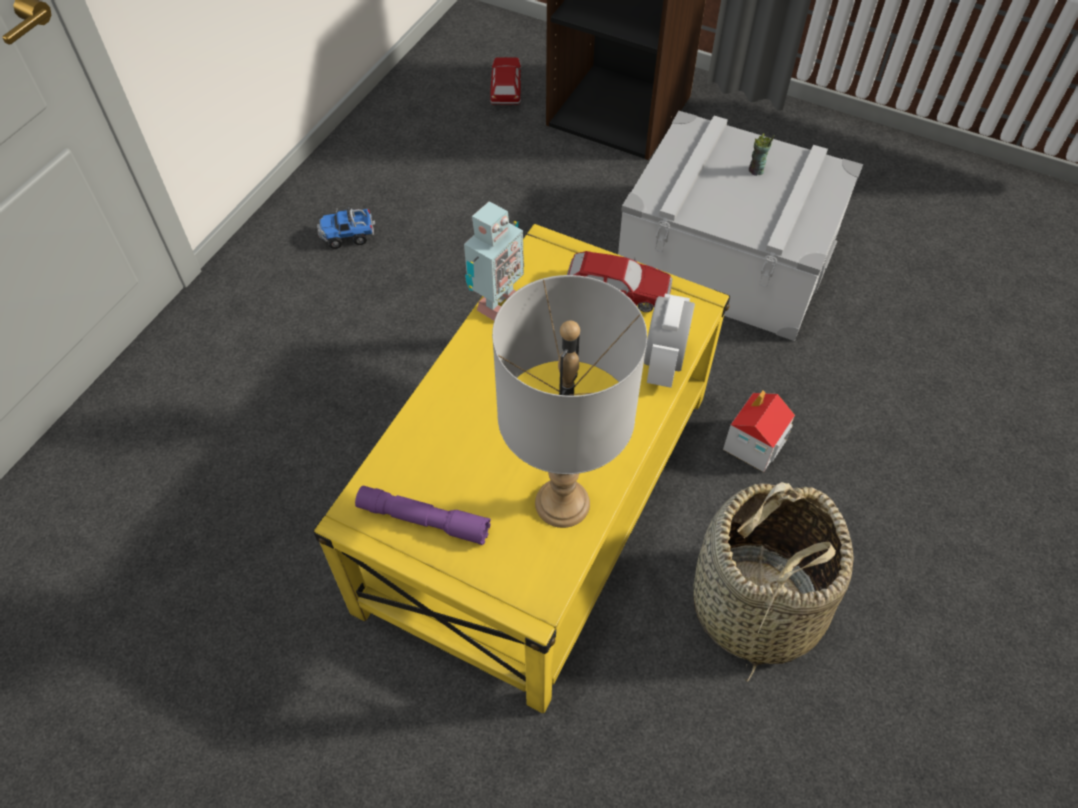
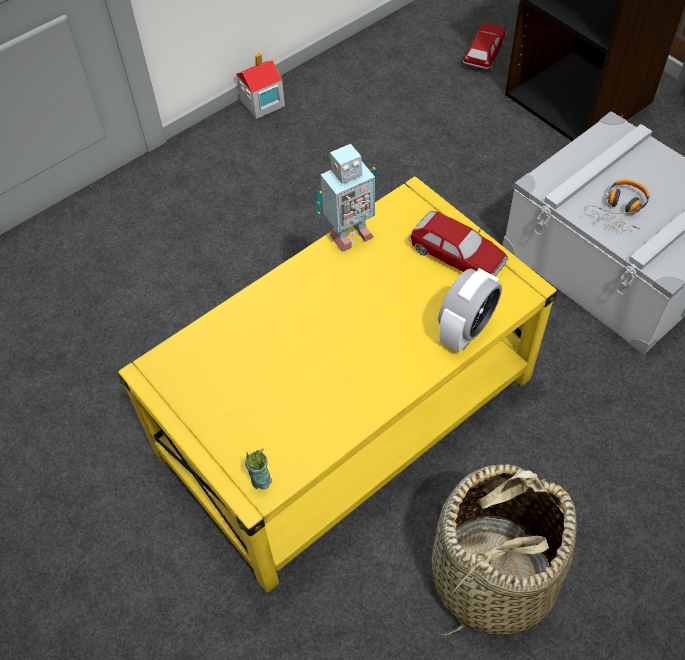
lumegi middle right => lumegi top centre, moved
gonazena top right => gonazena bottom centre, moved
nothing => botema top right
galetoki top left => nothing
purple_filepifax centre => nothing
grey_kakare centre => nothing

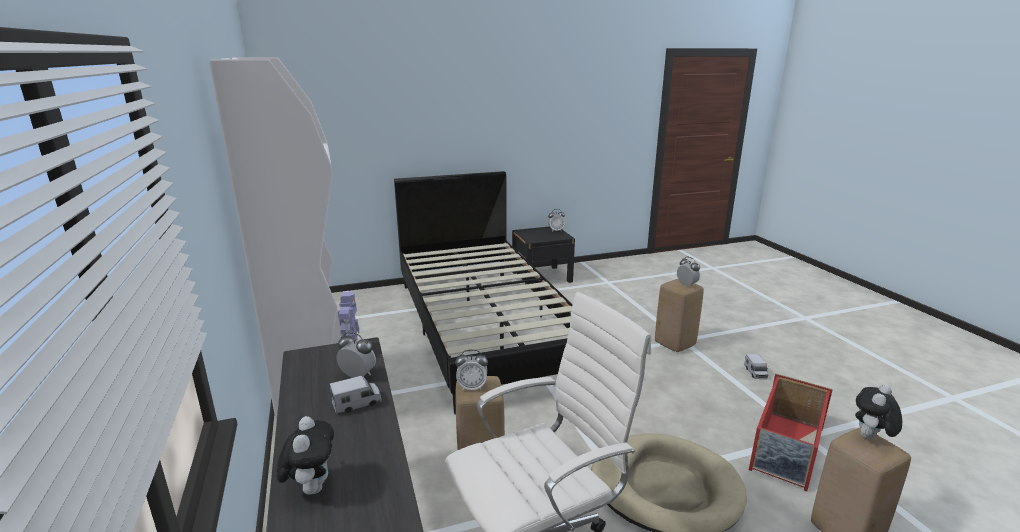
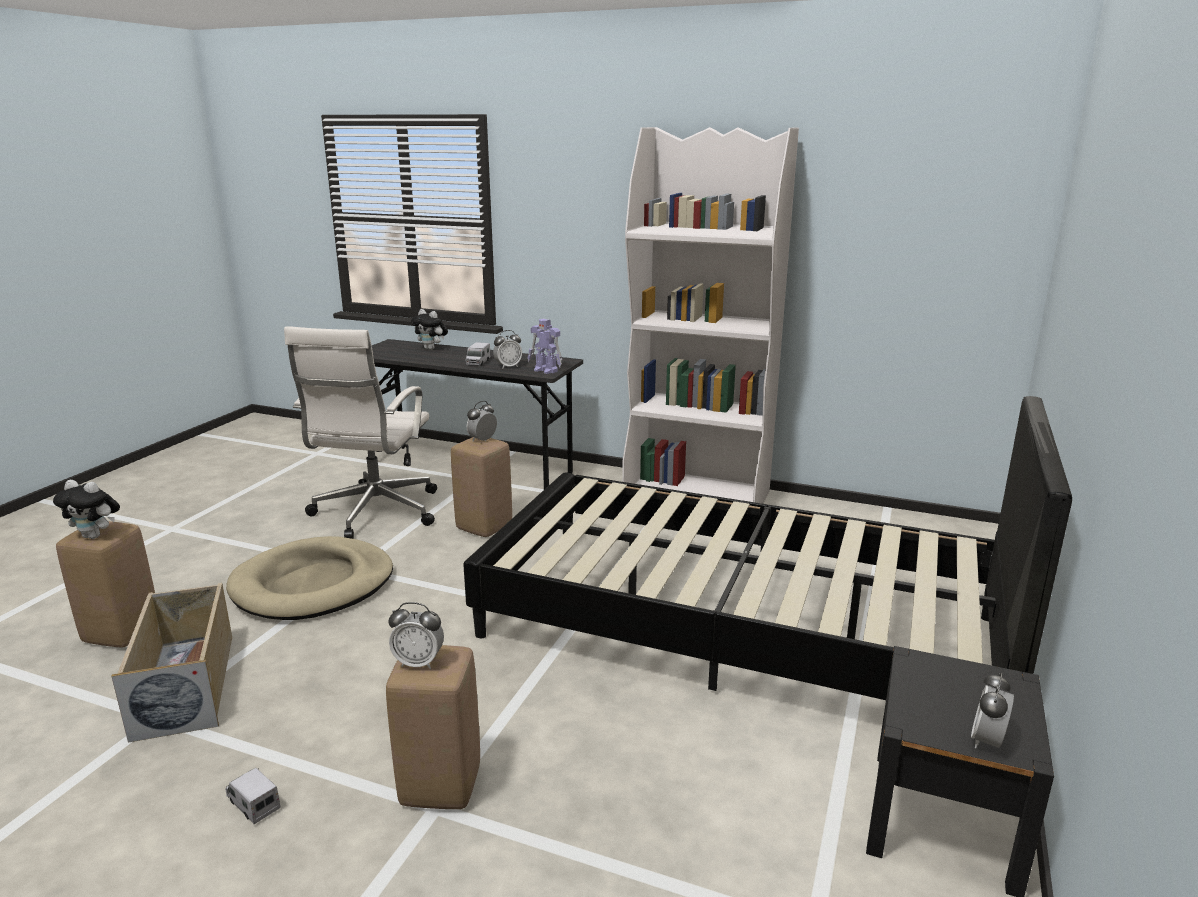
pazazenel (2nd from left in the first image) bottom right => pazazenel (1st from left) middle left, 105 degrees clockwise
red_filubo bottom right => beige_filubo bottom left

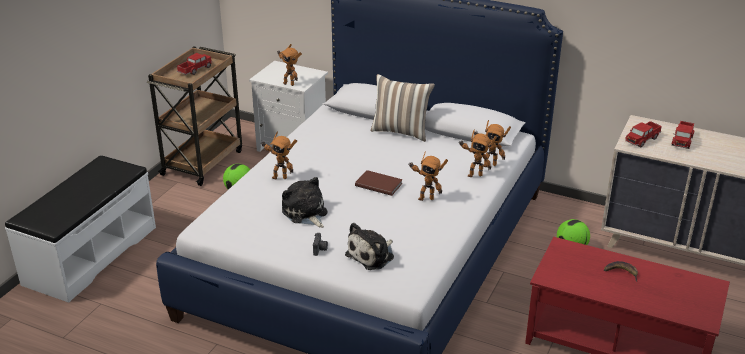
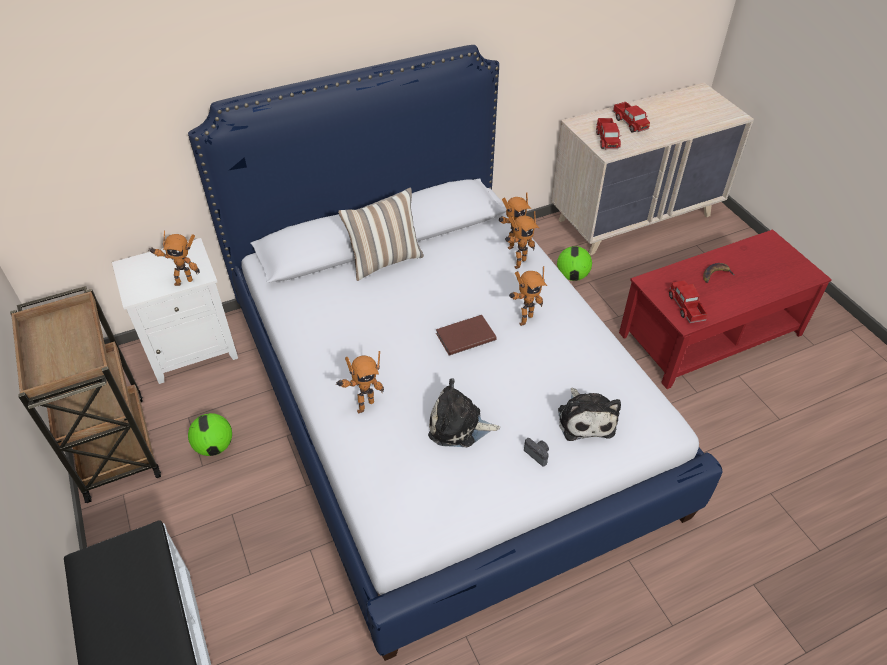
galetoki (1st from left in the first image) top left => galetoki (3rd from left) middle right, moved

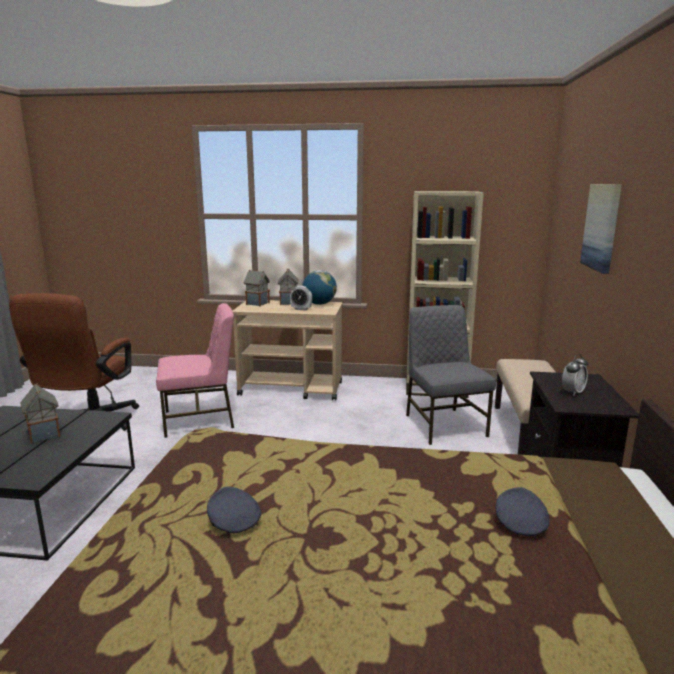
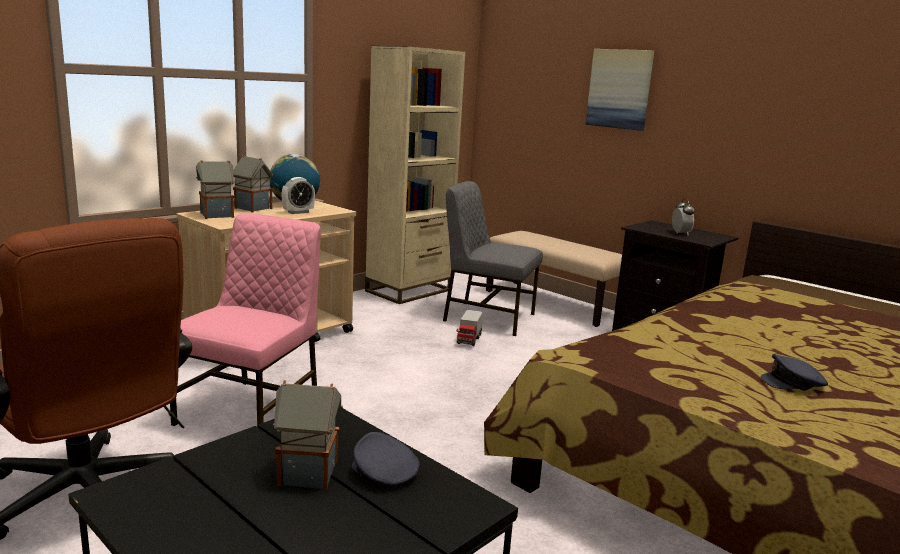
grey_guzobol (2nd from left in the first image) bottom right => grey_guzobol (1st from left) bottom centre, moved
nothing => galetoki centre

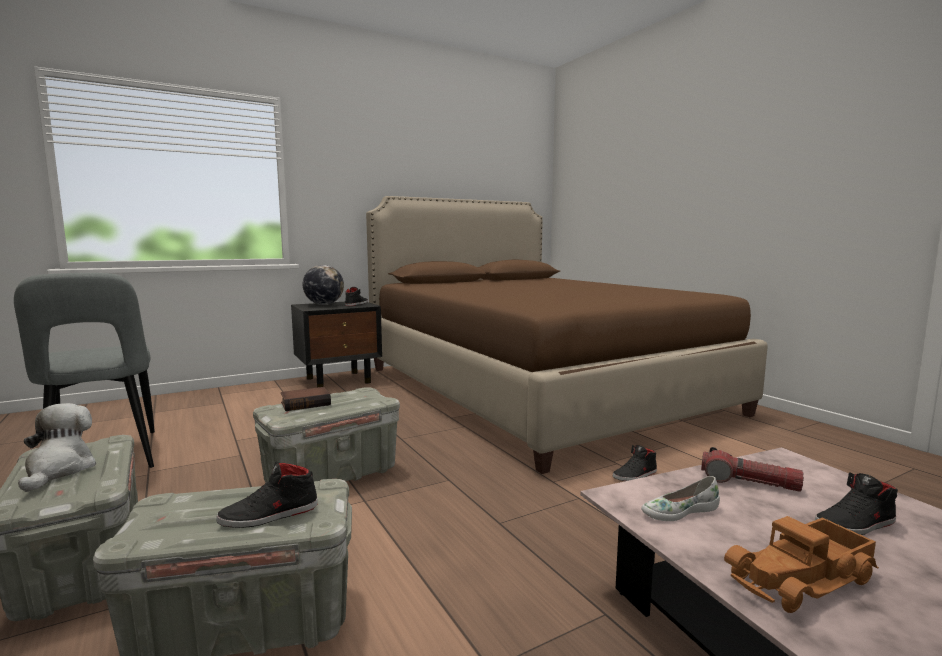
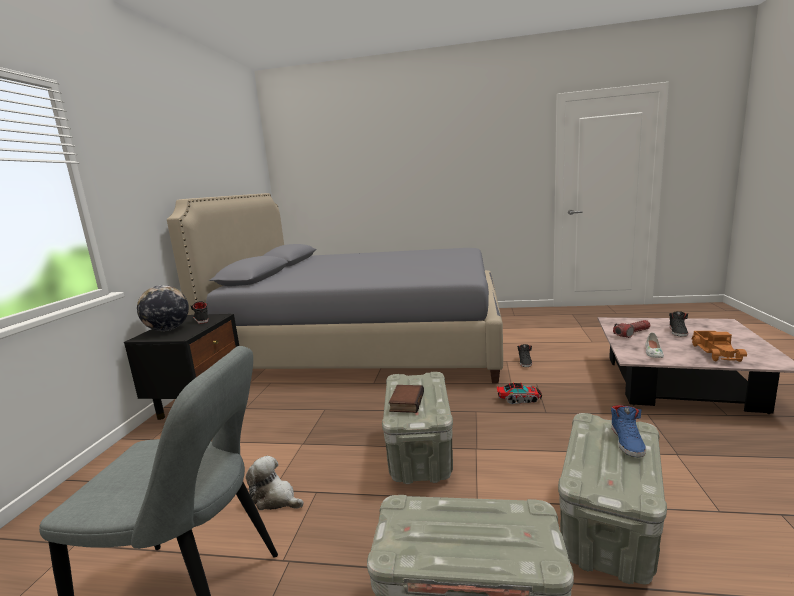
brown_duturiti centre => grey_duturiti centre
pazazenel bottom left => pazazenel bottom centre, moved
nothing => galetoki (1st from left) centre
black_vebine (1st from left) bottom left => blue_vebine bottom right

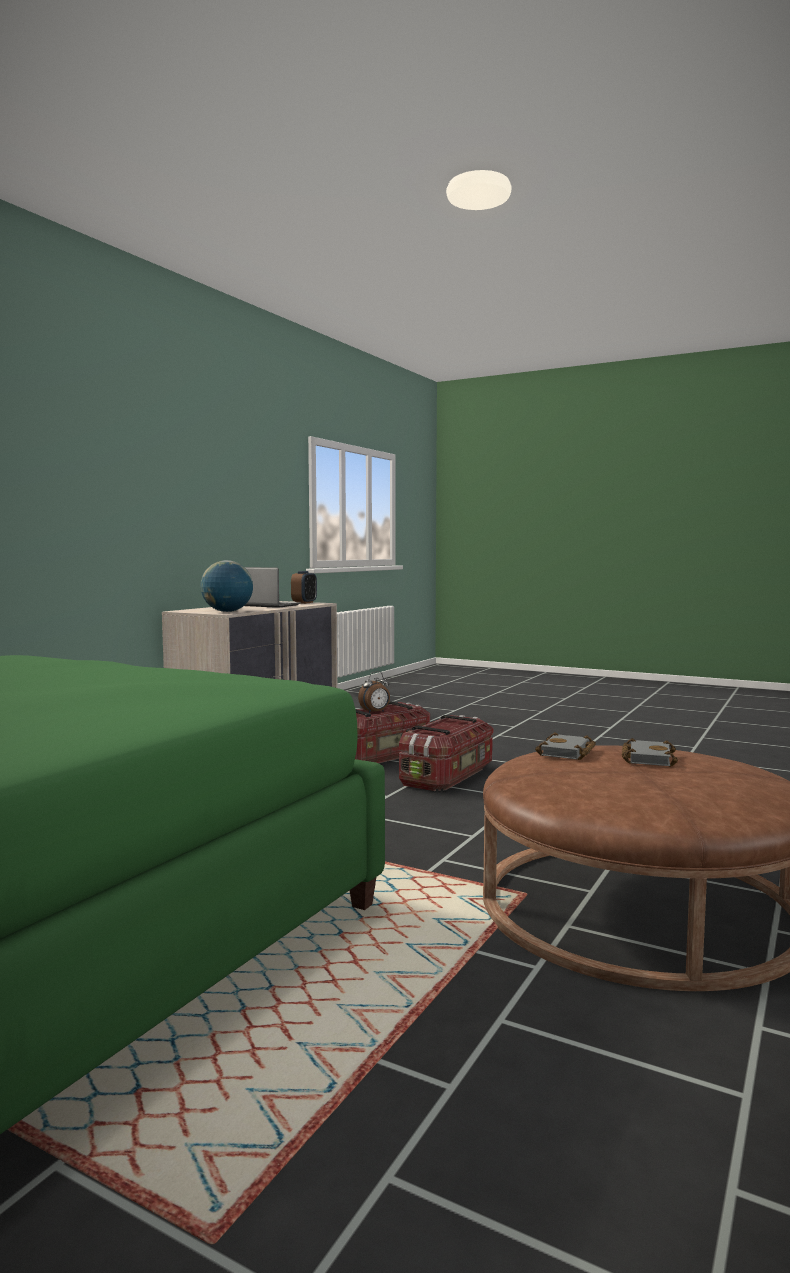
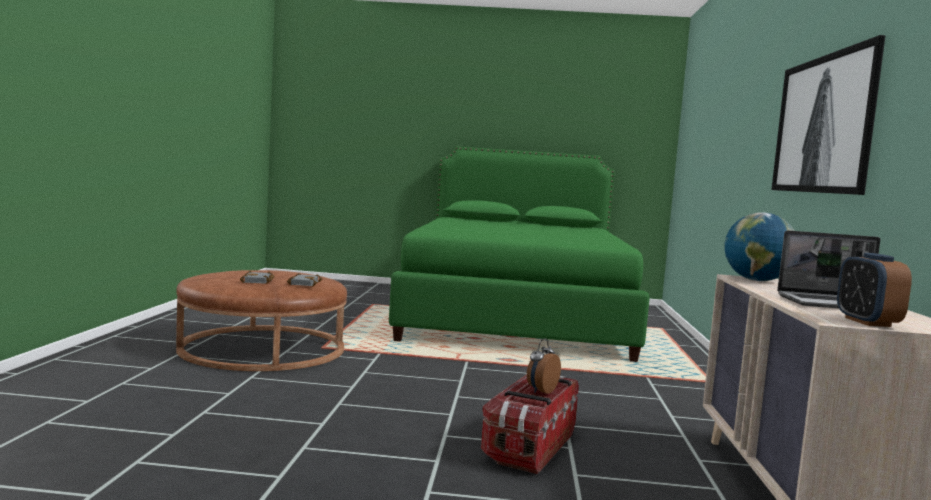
nothing => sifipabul top right
filubo (2nd from left) centre => nothing

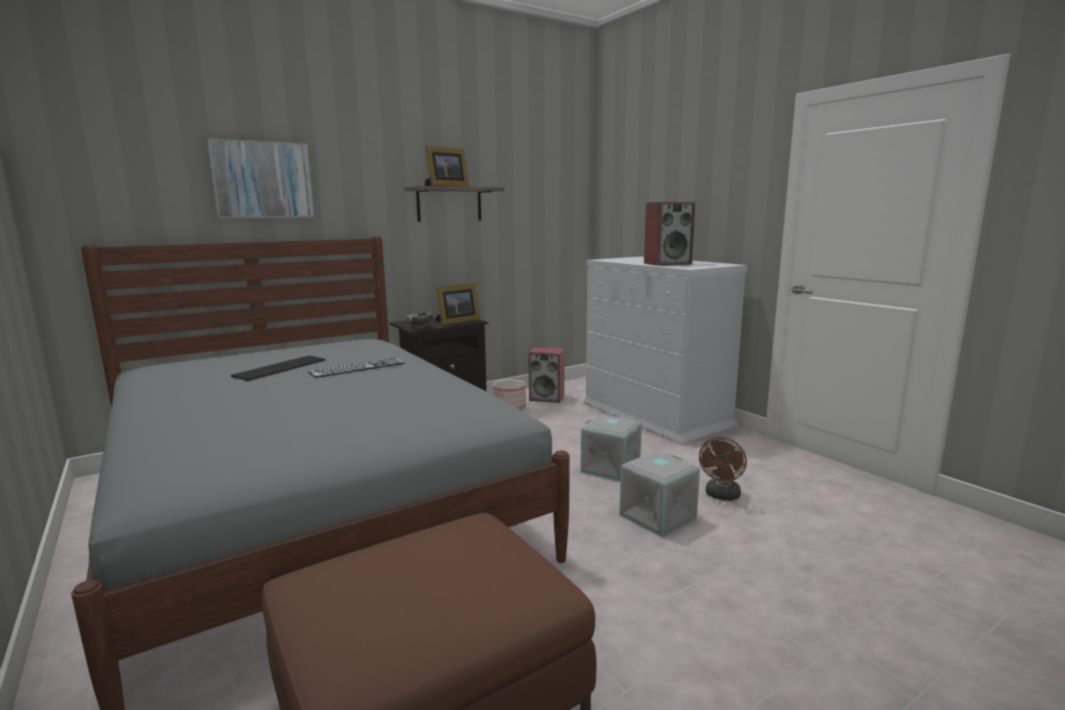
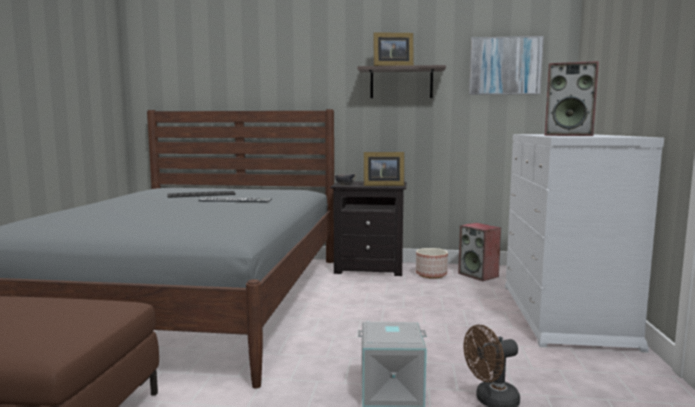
sifipabul top left => sifipabul top right, moved
grey_filubo (1st from left) centre => nothing

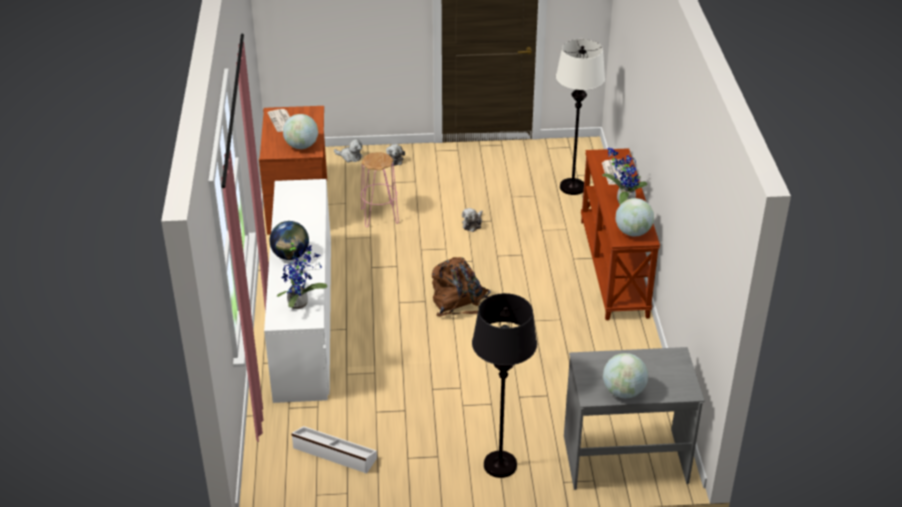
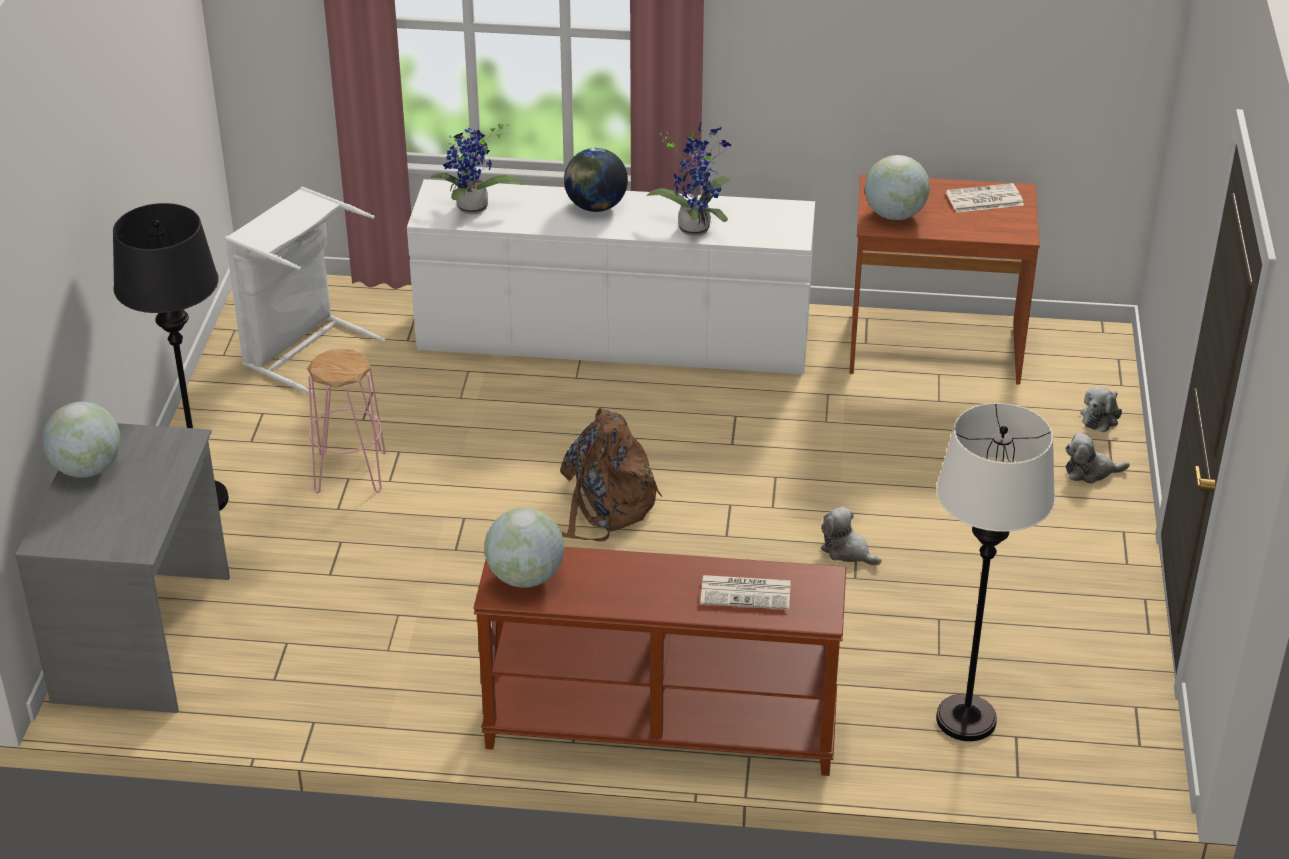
white_filubo bottom centre => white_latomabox middle left
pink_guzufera centre => pink_guzufera middle left, moved
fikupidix (2nd from left) middle right => fikupidix (2nd from left) top centre, moved

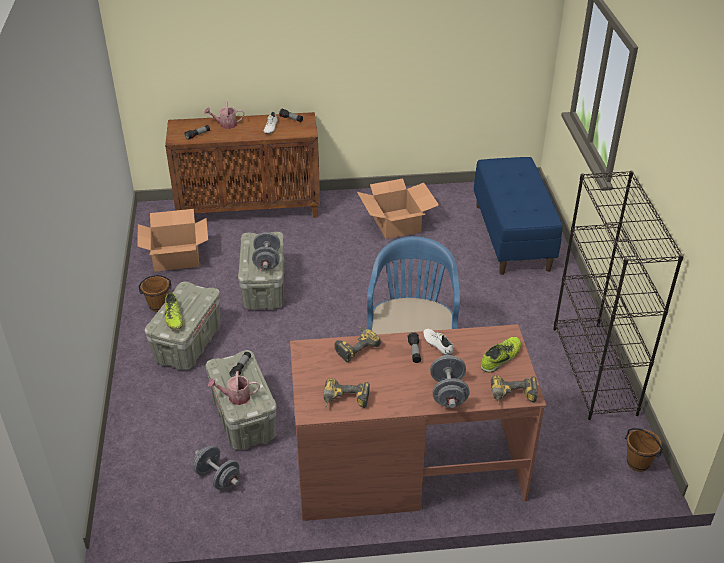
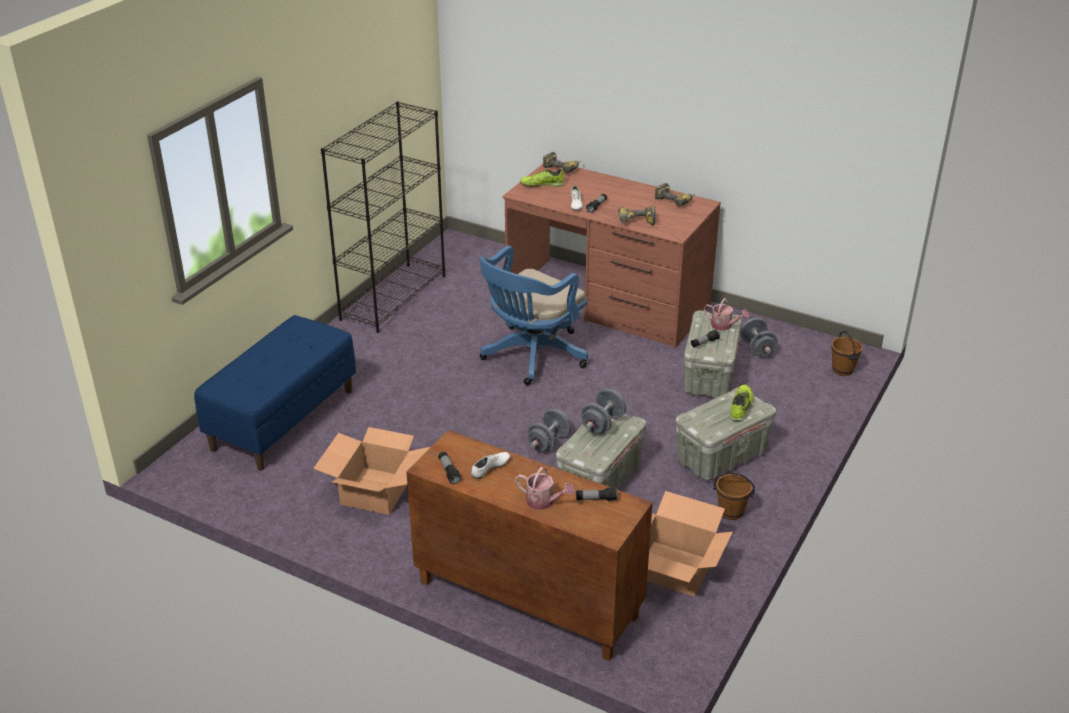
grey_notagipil (3rd from left in the first image) bottom centre => grey_notagipil (1st from left) centre, moved
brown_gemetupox (2nd from left) bottom right => brown_gemetupox (2nd from left) middle right, moved

